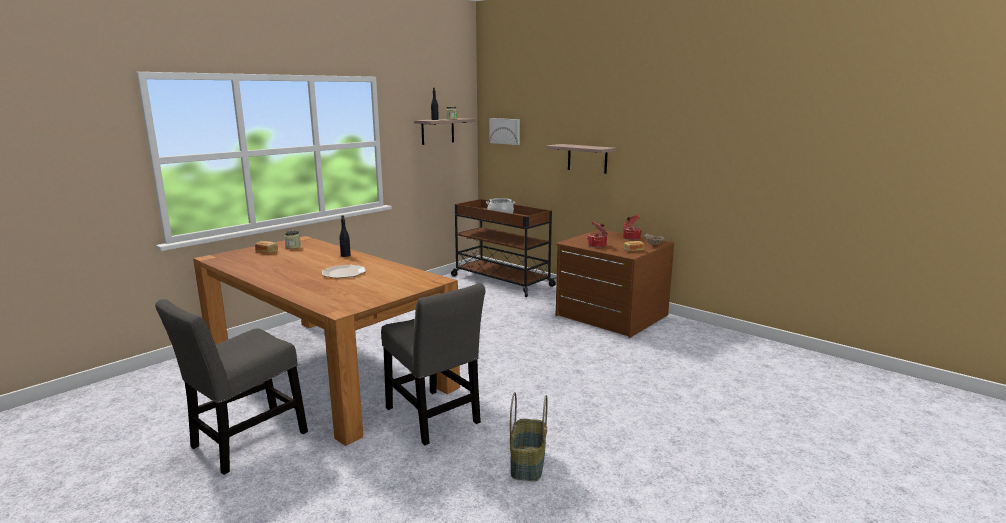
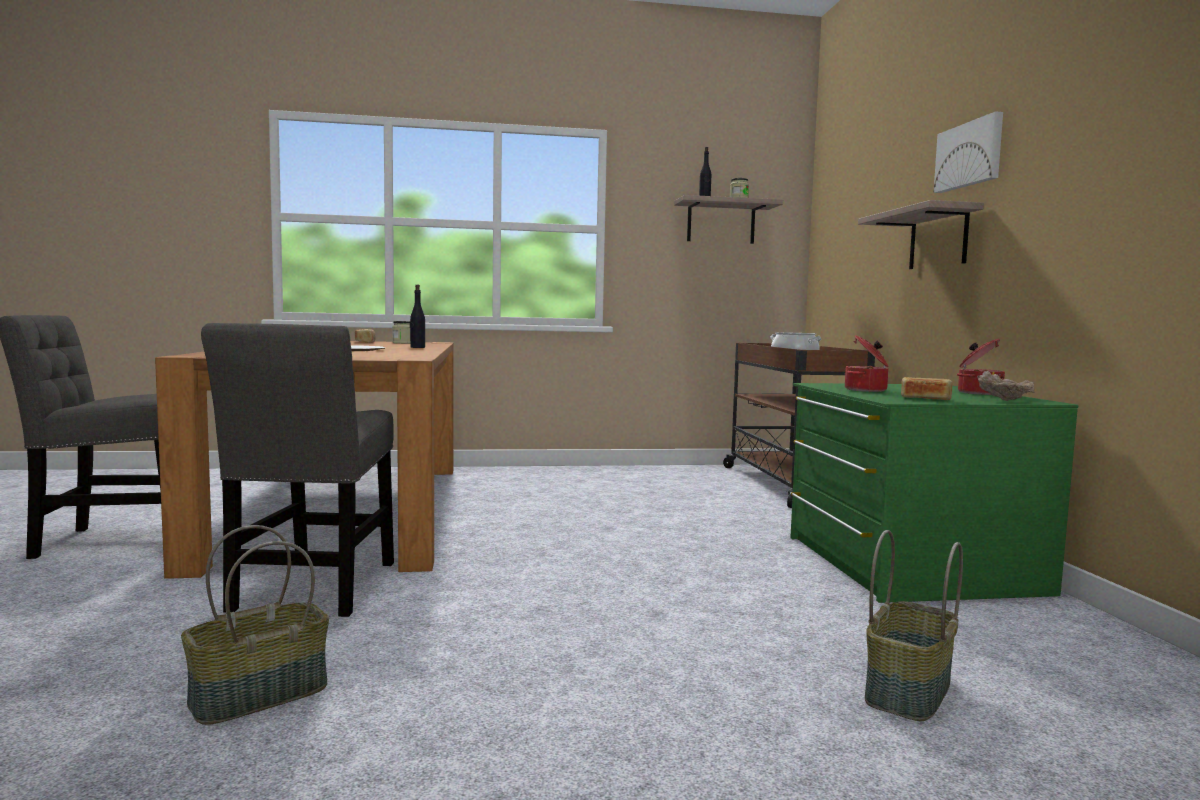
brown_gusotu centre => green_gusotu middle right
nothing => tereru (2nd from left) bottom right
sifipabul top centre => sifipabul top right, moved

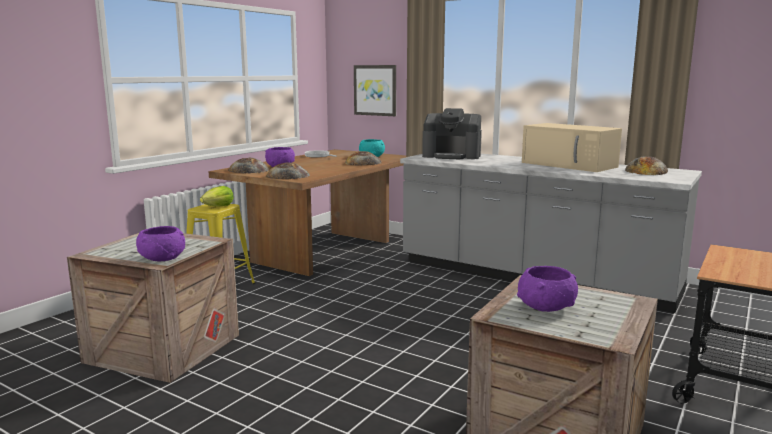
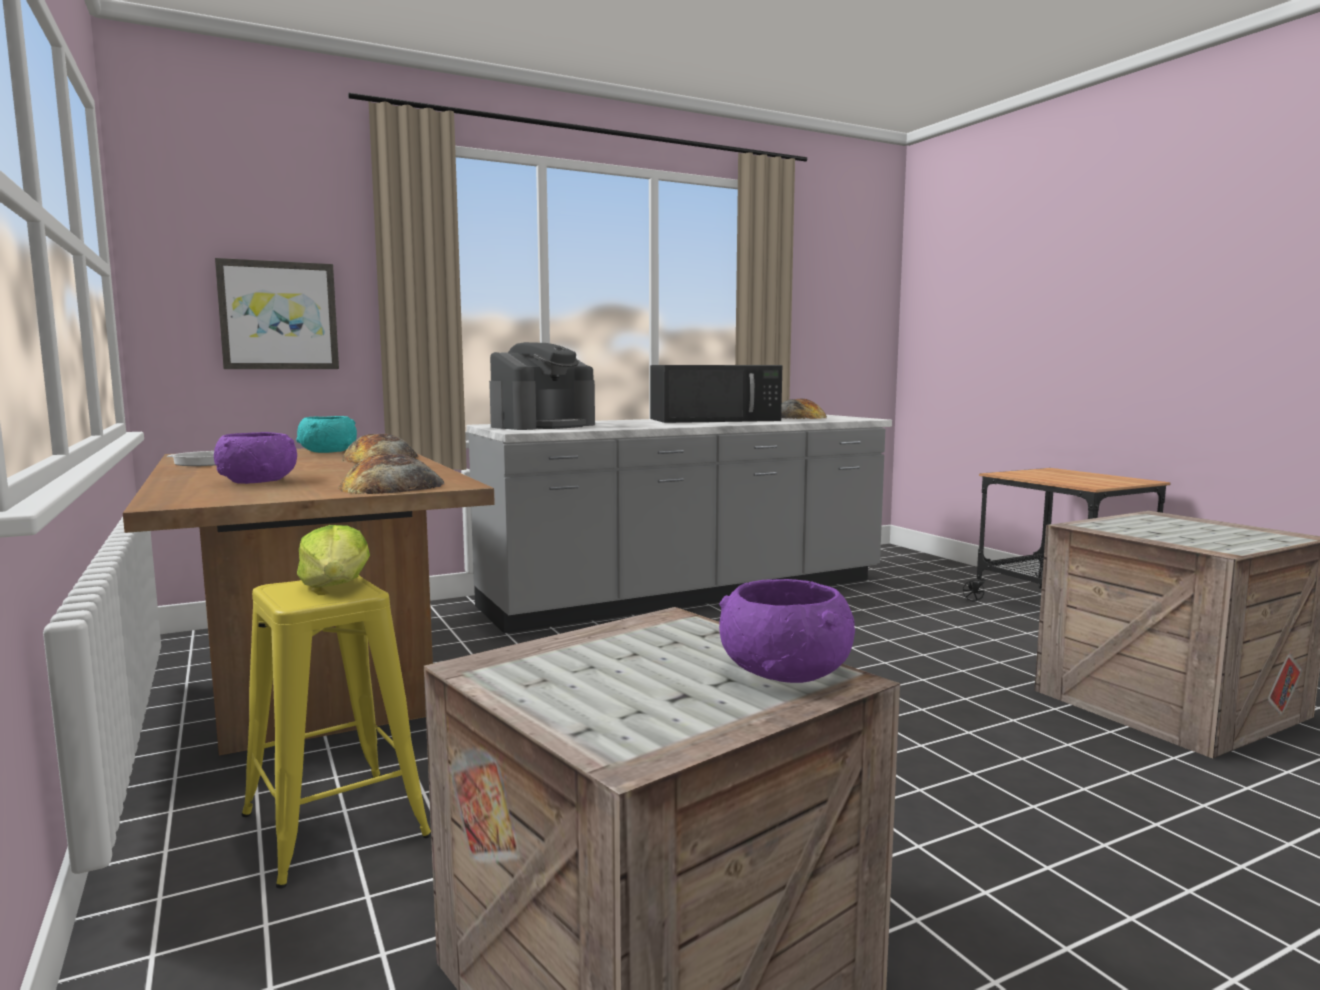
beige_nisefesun middle right => black_nisefesun centre
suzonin (1st from left) middle left => nothing
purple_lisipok (3rd from left) middle right => nothing

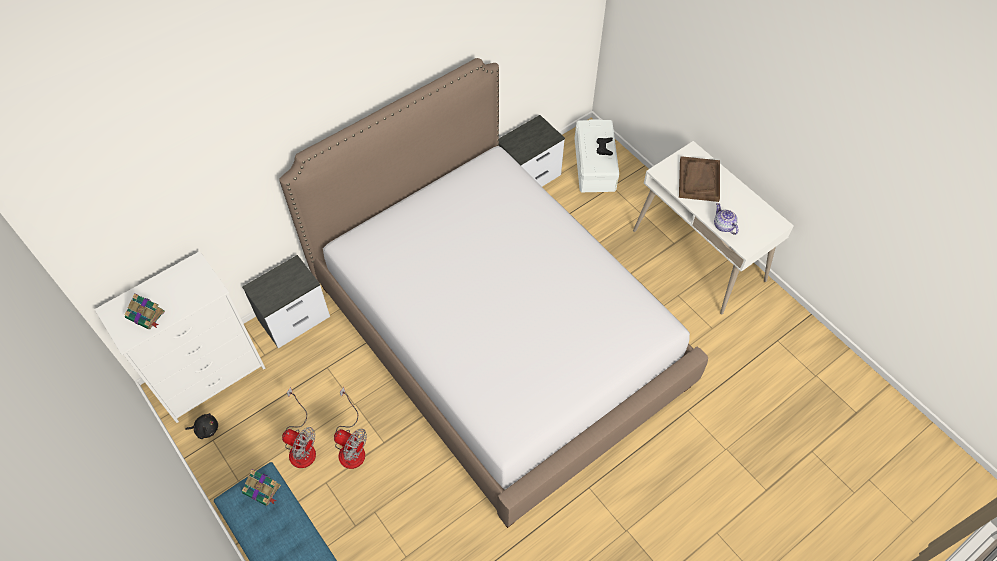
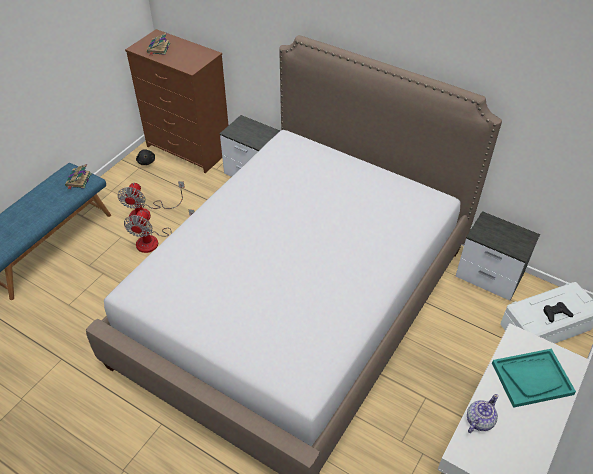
white_gusotu middle left => brown_gusotu top left
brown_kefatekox top right => turquoise_kefatekox bottom right

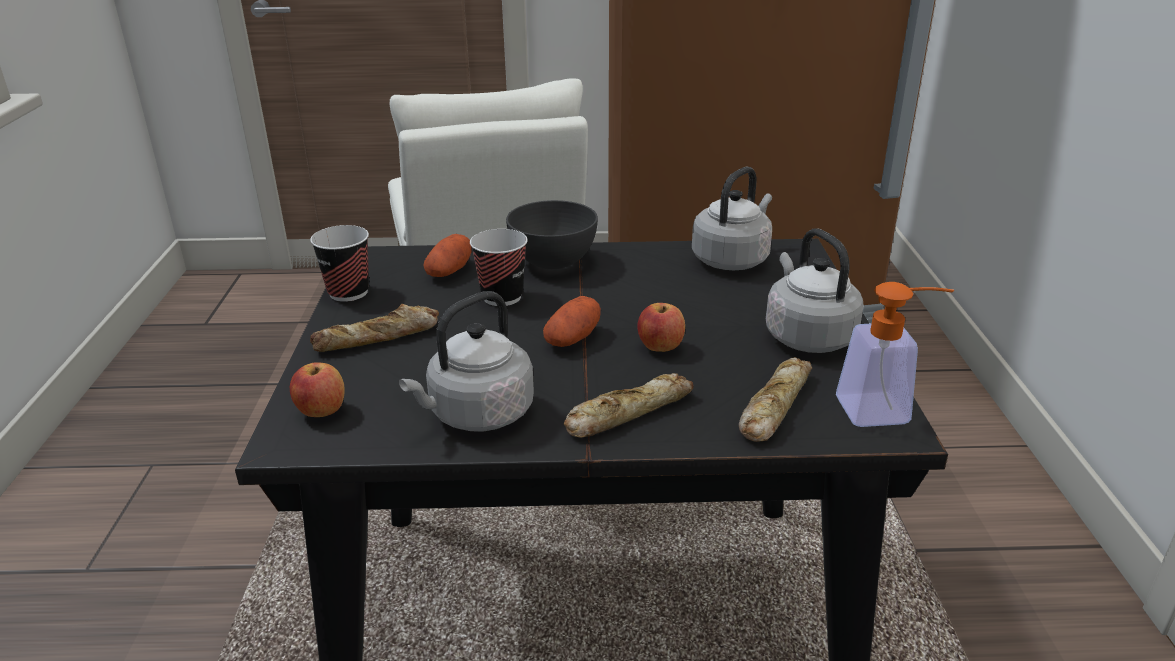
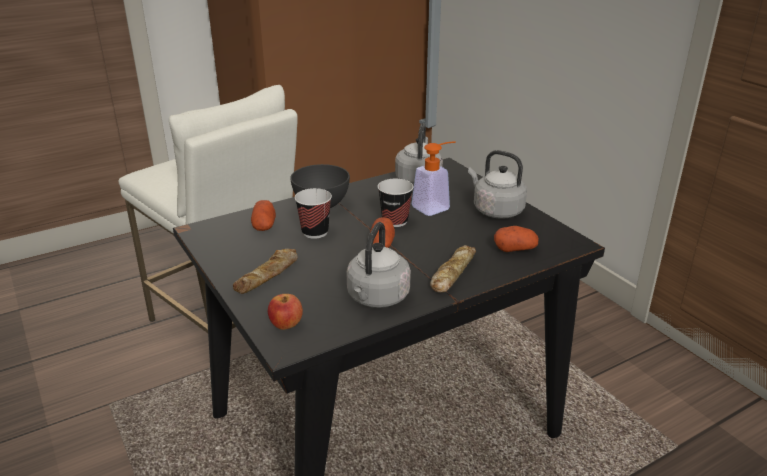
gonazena (1st from left in the first image) middle left => gonazena (2nd from left) centre, moved
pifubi middle right => pifubi centre, moved
suzonin (3rd from left) centre => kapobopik (3rd from left) middle right
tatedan (2nd from left) centre => nothing

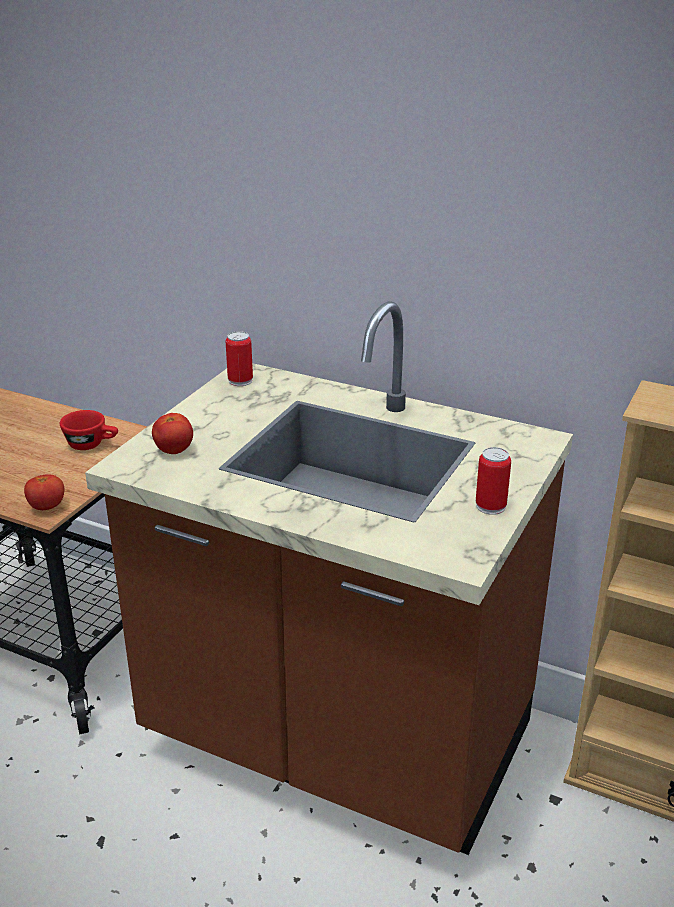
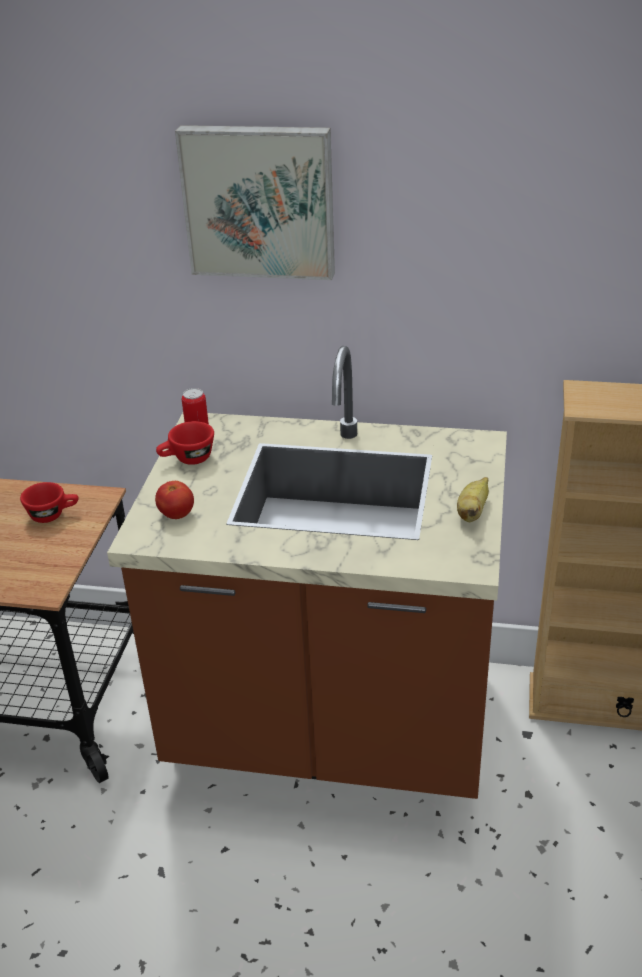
nothing => red_gonazena (2nd from left) middle left
nothing => sifipabul top centre
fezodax (2nd from left) middle right => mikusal middle right
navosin (1st from left) middle left => nothing

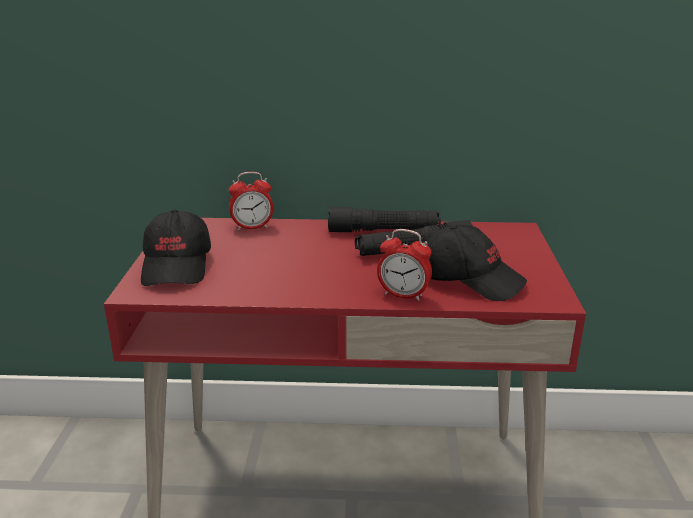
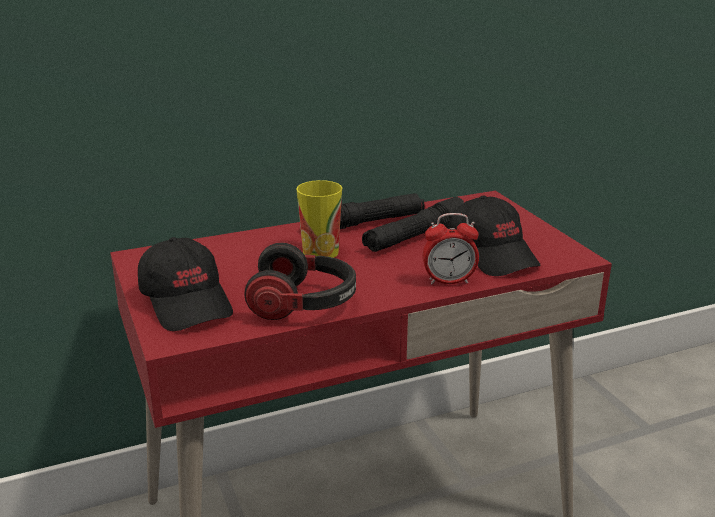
nothing => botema centre
nothing => gonazena centre
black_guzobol (2nd from left) middle right, 60 degrees clockwise
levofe (1st from left) centre => nothing

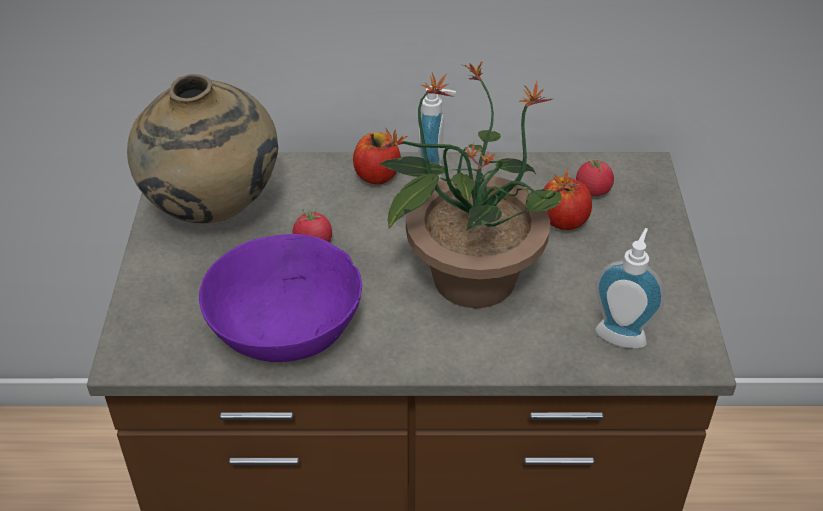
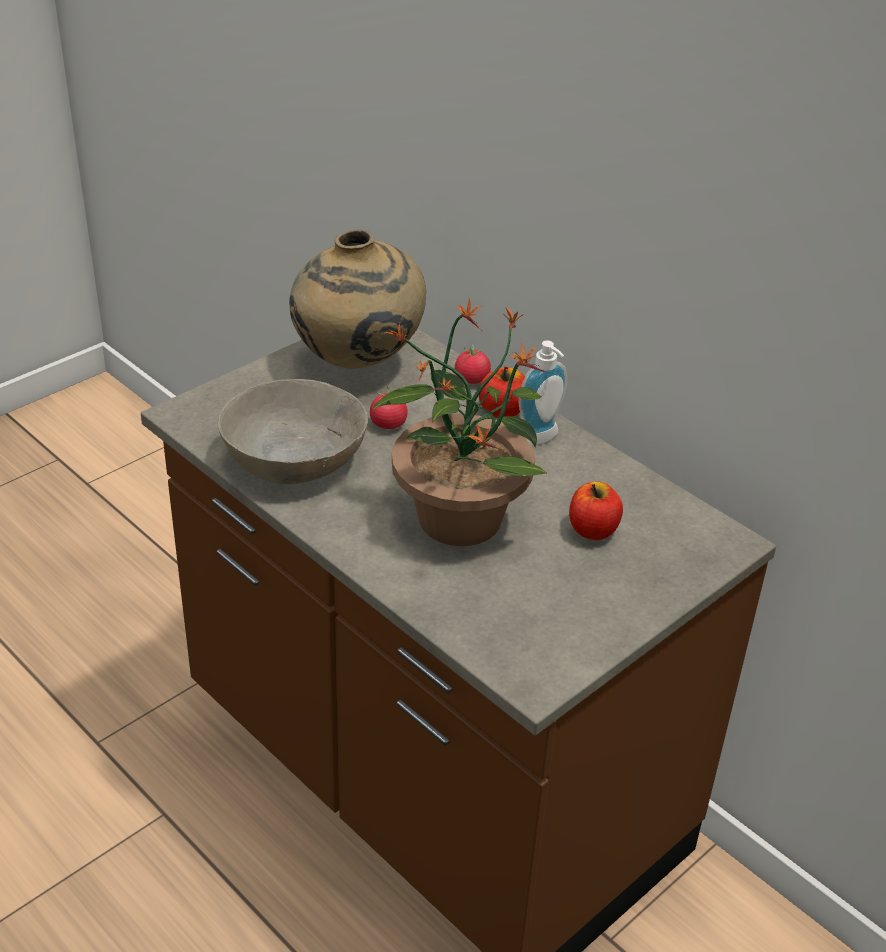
purple_lisipok centre => grey_lisipok middle left
navosin (2nd from left) middle right => navosin (2nd from left) centre, moved
pifubi (2nd from left) middle right => nothing

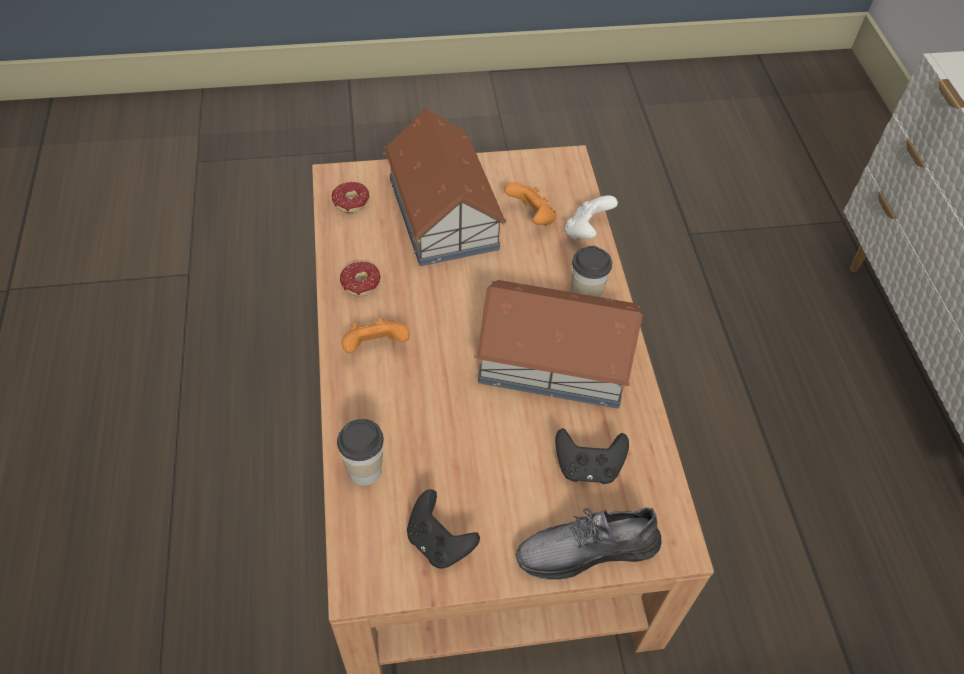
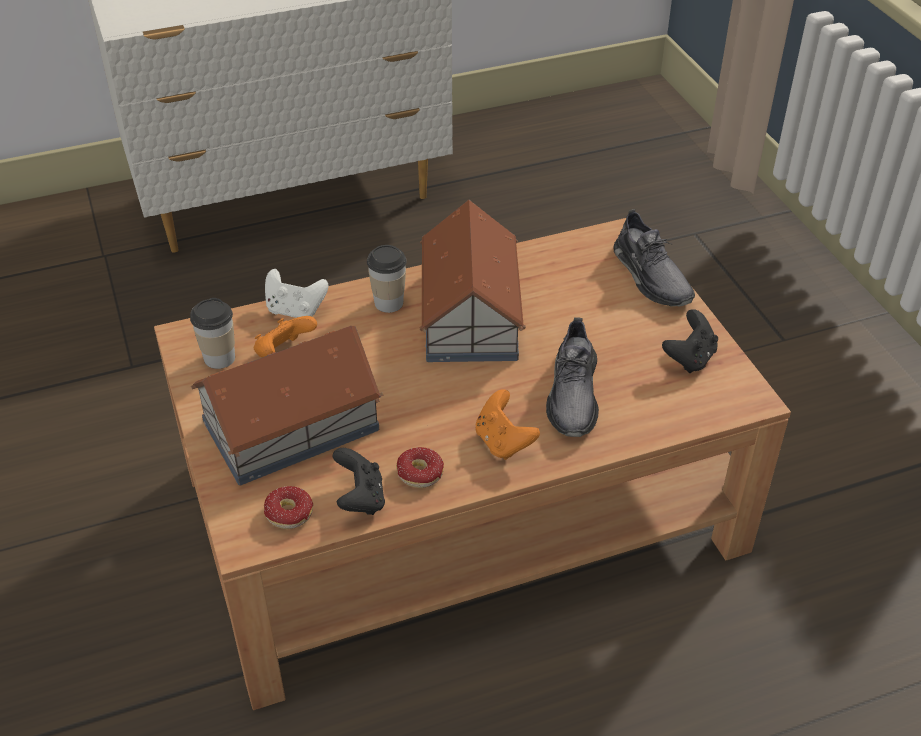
gonazena (1st from left) bottom centre => gonazena (1st from left) middle left, moved
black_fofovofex (2nd from left in the first image) bottom centre => black_fofovofex (1st from left) centre, moved
nothing => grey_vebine (1st from left) centre

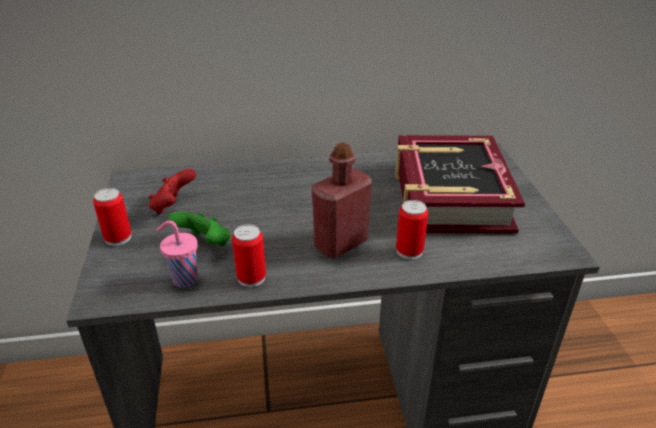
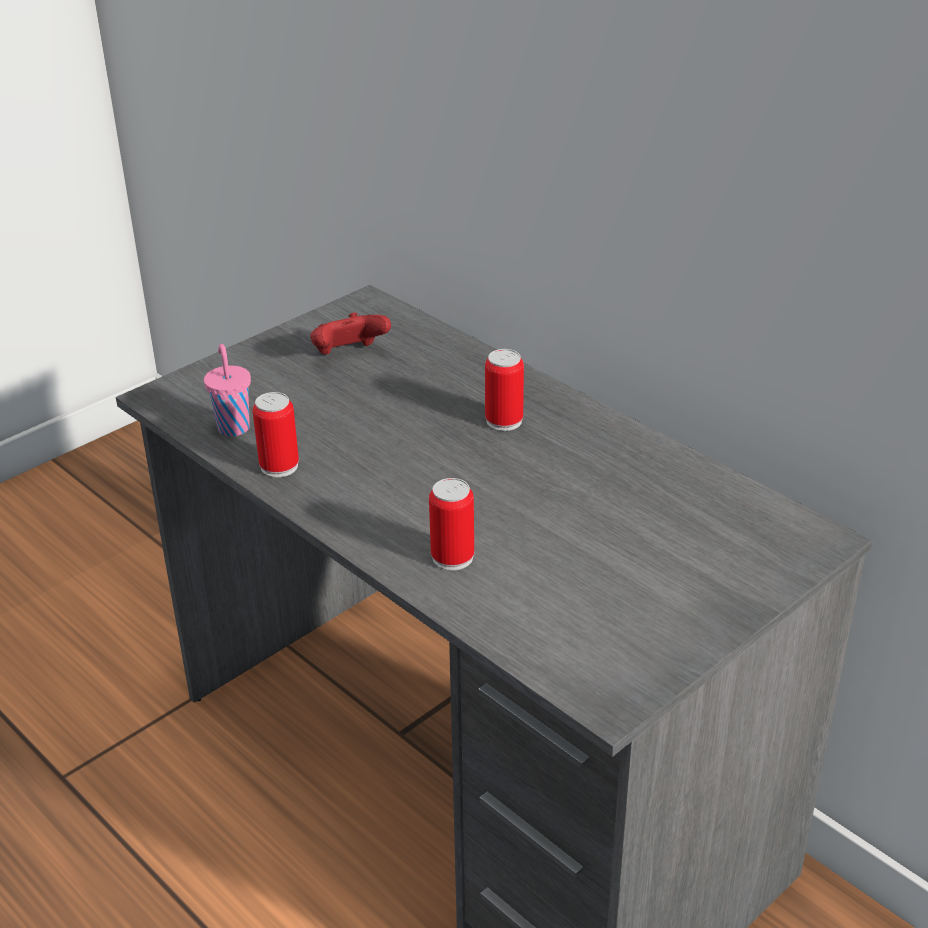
fezodax (1st from left in the first image) middle left => fezodax (3rd from left) centre, moved
green_fofovofex middle left => nothing
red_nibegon centre => nothing
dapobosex middle right => nothing

